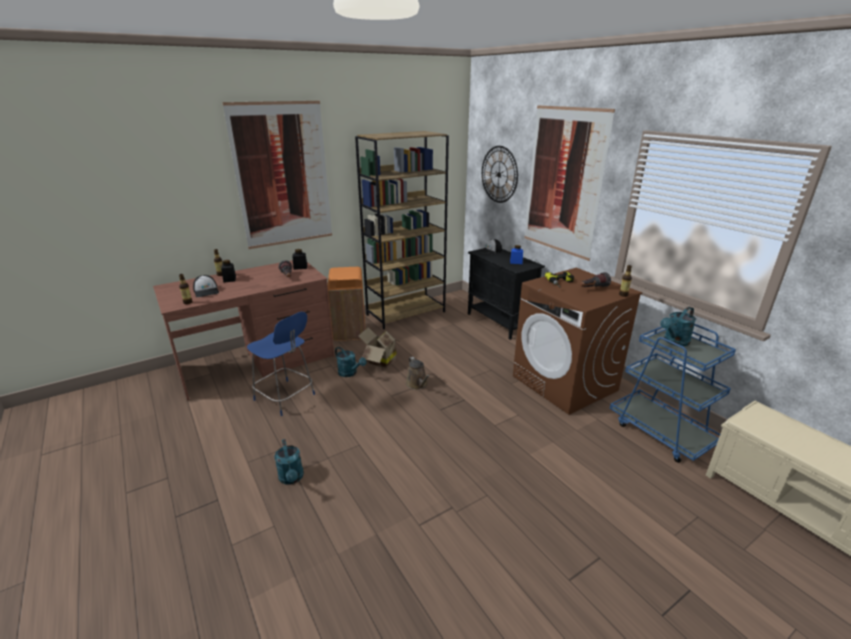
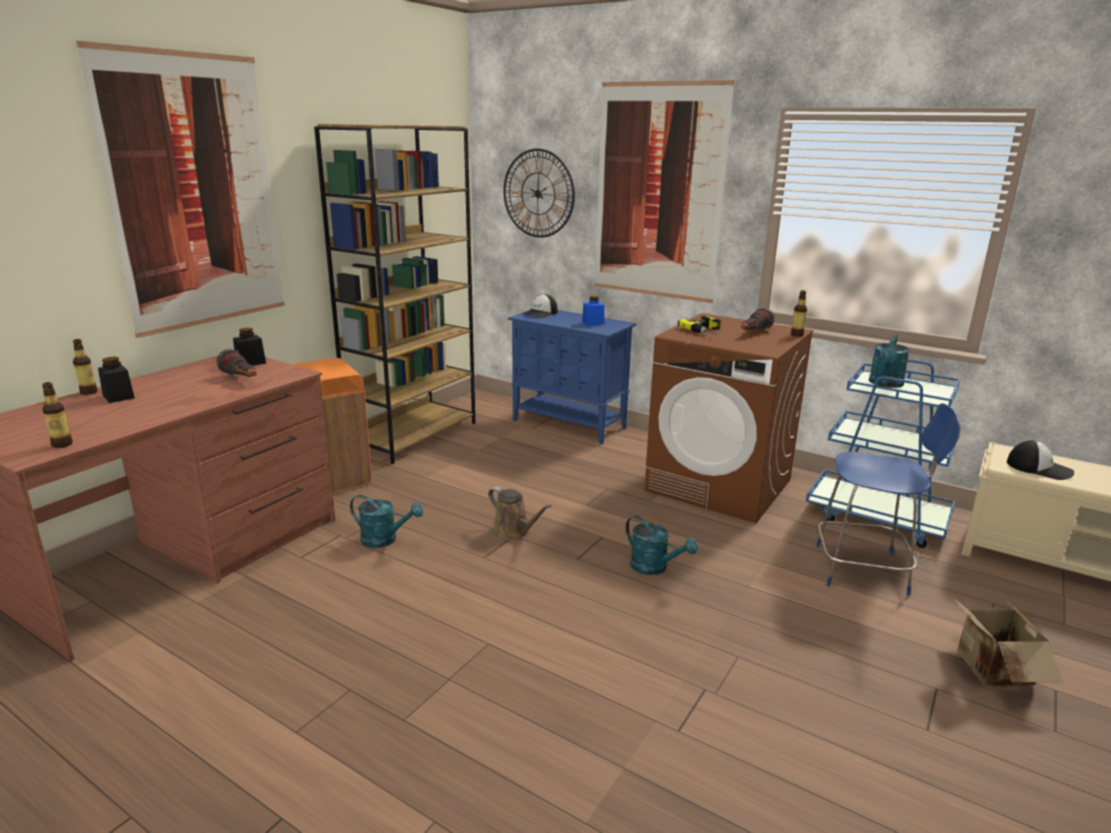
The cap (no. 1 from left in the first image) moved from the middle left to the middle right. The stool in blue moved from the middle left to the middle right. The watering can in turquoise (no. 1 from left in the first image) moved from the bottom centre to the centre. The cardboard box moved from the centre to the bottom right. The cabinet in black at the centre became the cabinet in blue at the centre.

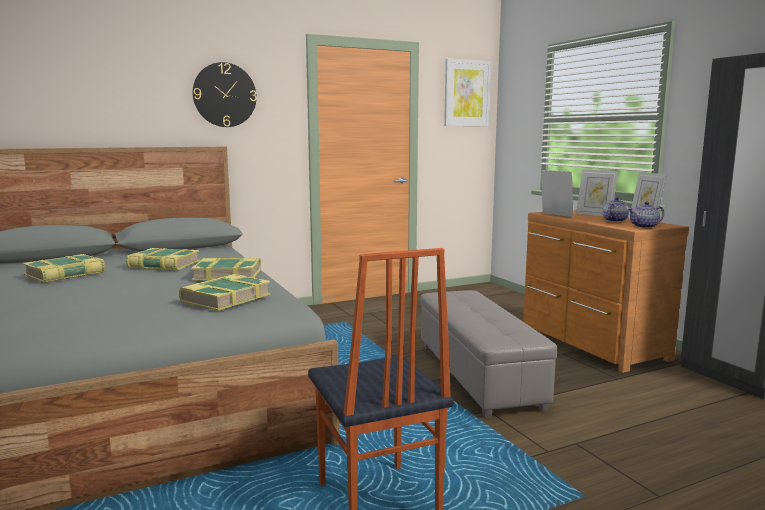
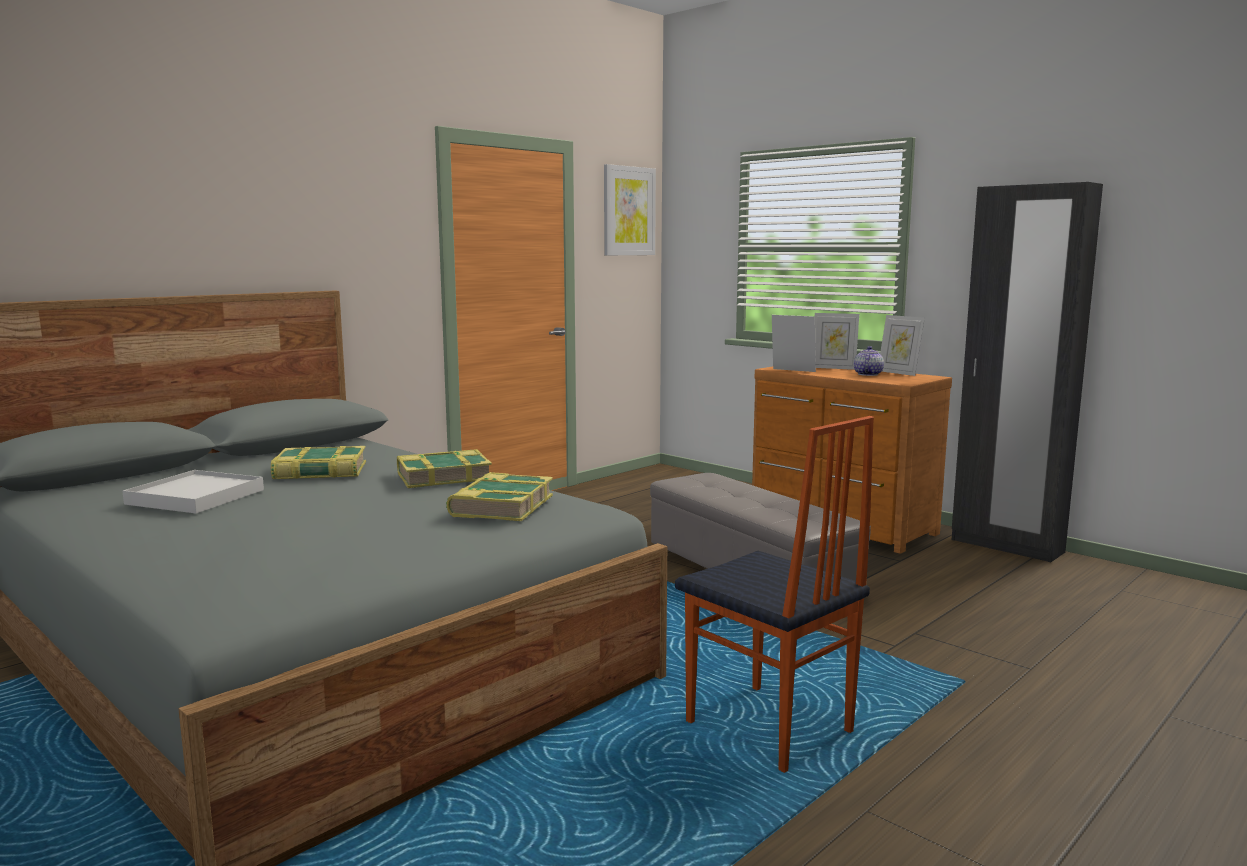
The book (no. 1 from left) at the middle left was replaced by the tray in white at the middle left. The wall clock at the top left disappeared. The teapot (no. 2 from left) at the middle right disappeared.

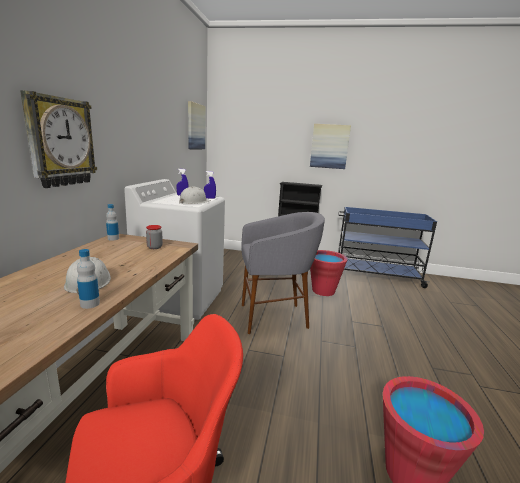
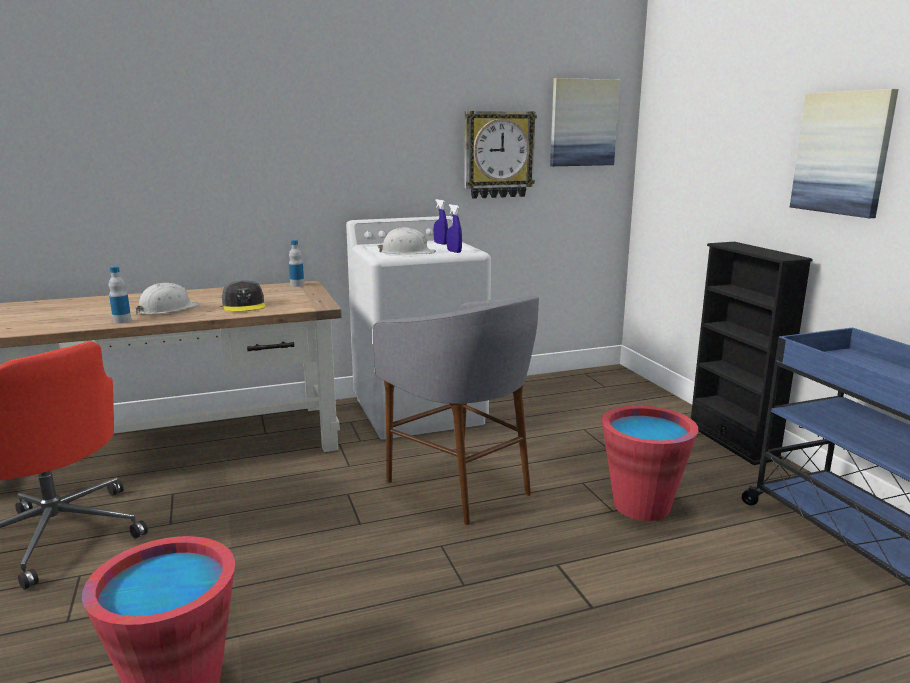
The wall clock moved from the top left to the top centre. The jar at the middle left disappeared. The cap in grey at the middle left appeared.

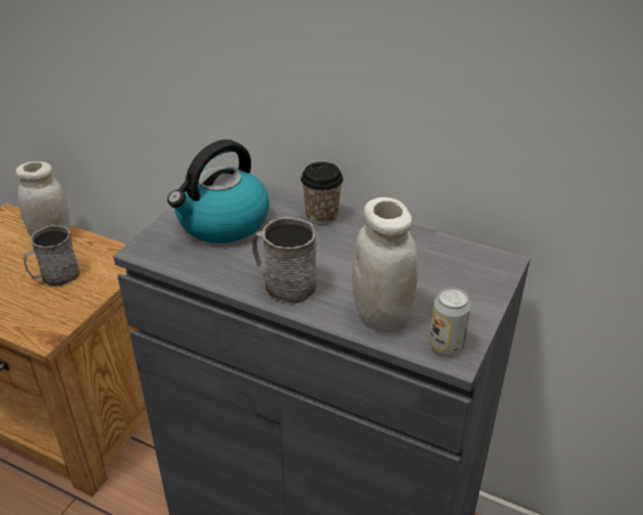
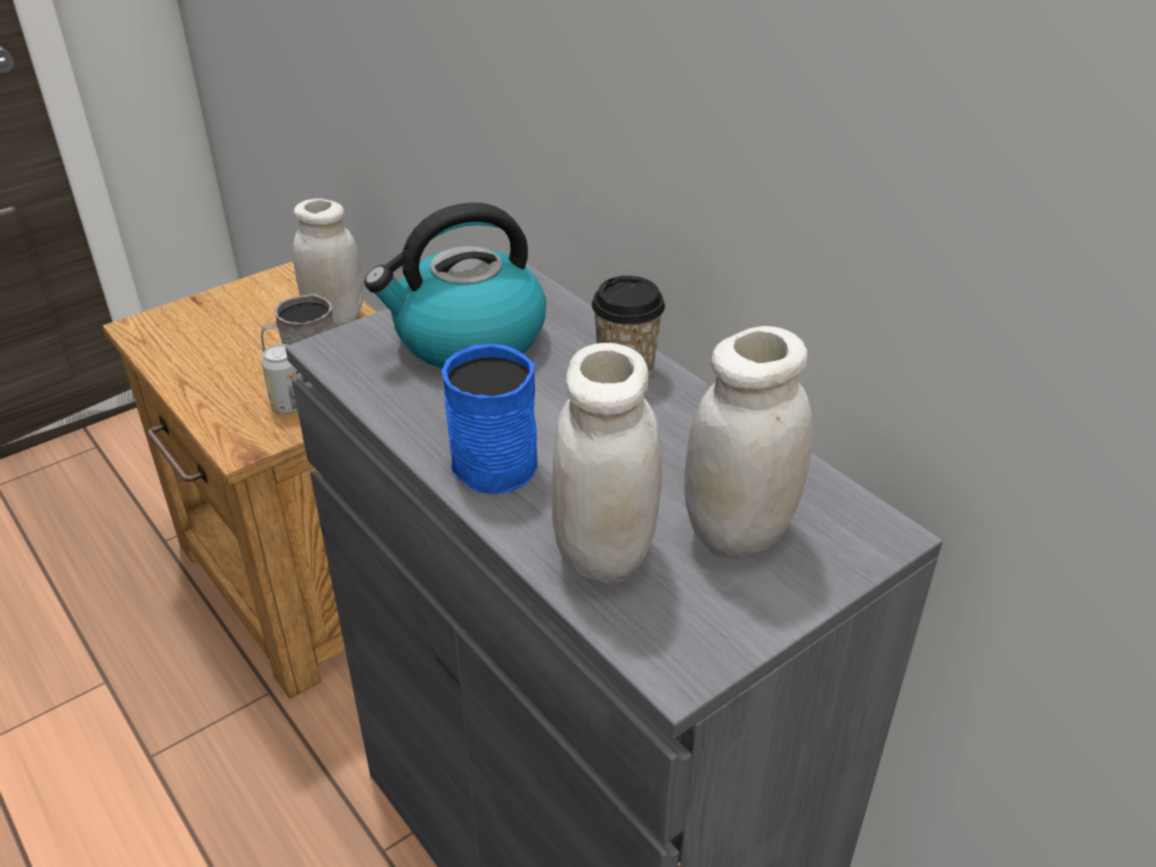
The mug in grey (no. 2 from left) at the centre became the mug in blue at the centre. The can moved from the middle right to the middle left. The jar in white (no. 3 from left) at the centre appeared.

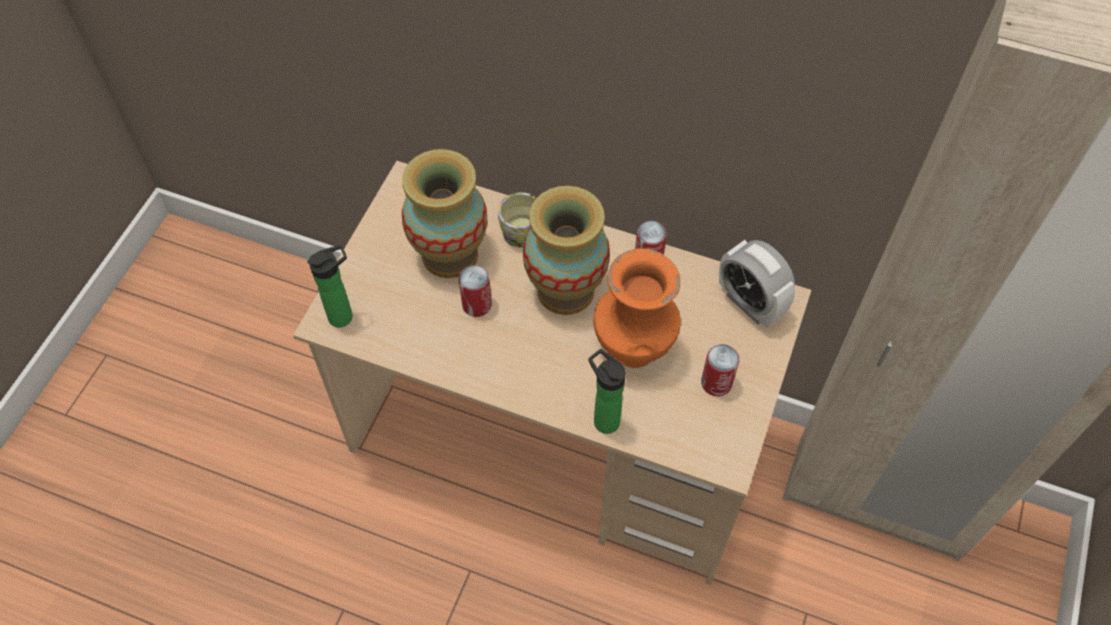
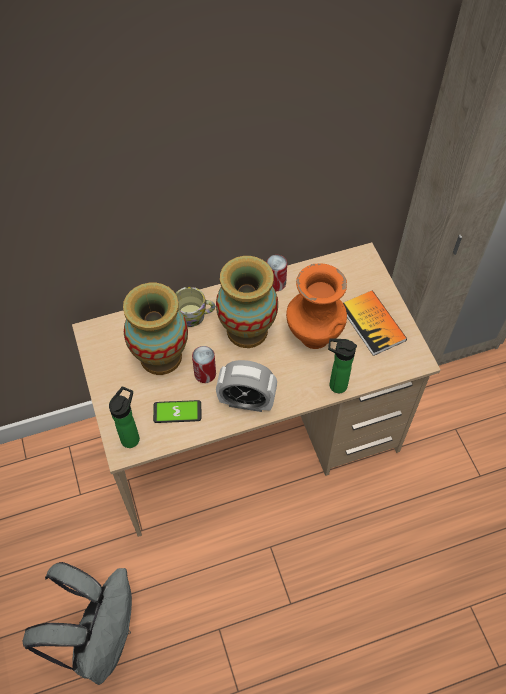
The can (no. 3 from left) at the centre was replaced by the book at the middle right. The alarm clock moved from the middle right to the centre. The backpack in grey at the bottom left appeared. The phone at the centre appeared.

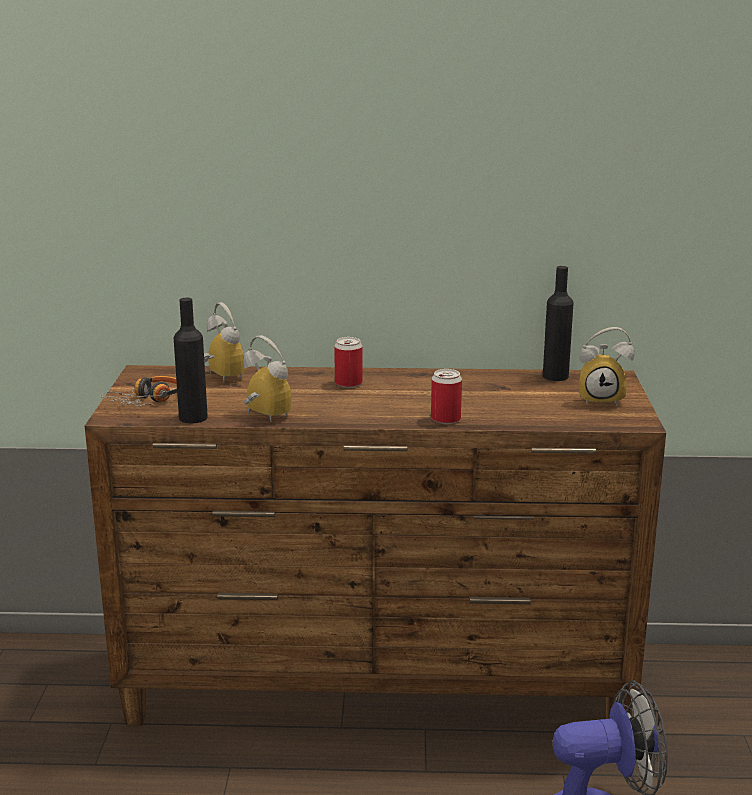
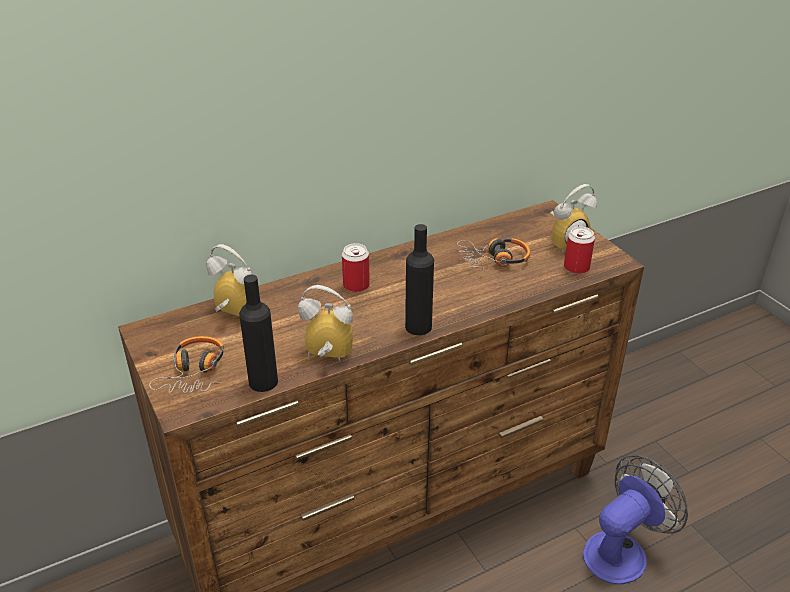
The can (no. 2 from left) moved from the centre to the middle right. The bottle in black (no. 2 from left) moved from the middle right to the centre. The headphones (no. 2 from left) at the centre appeared.

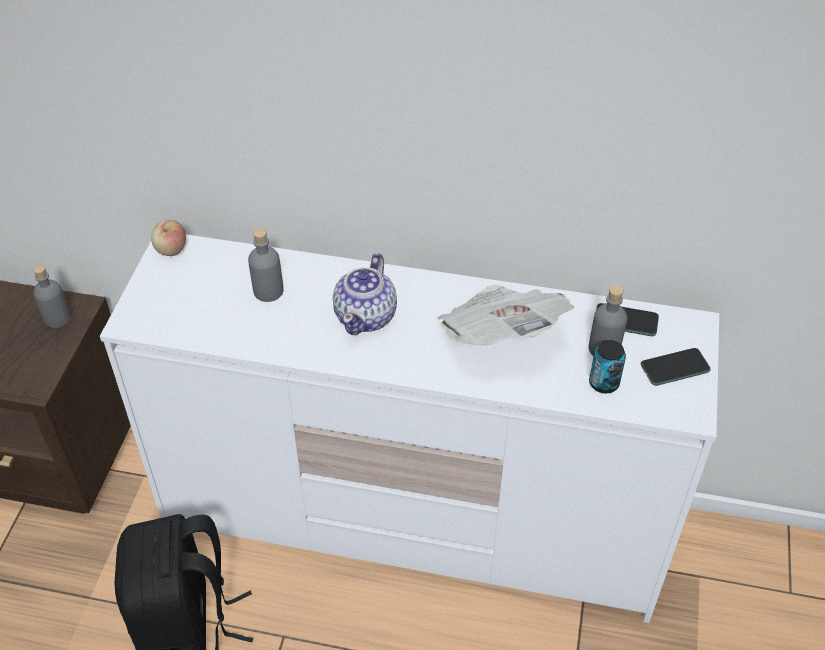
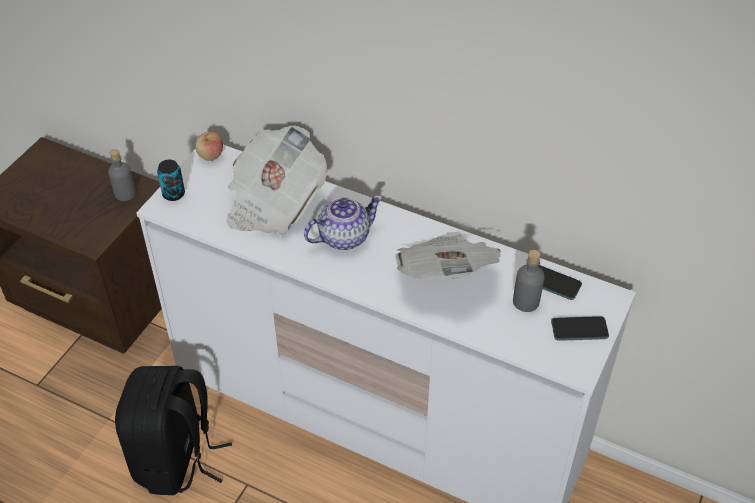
The bottle in grey (no. 2 from left) at the middle left was replaced by the newspaper (no. 1 from left) at the centre. The teapot at the centre turned 150 degrees counterclockwise. The can moved from the middle right to the middle left.

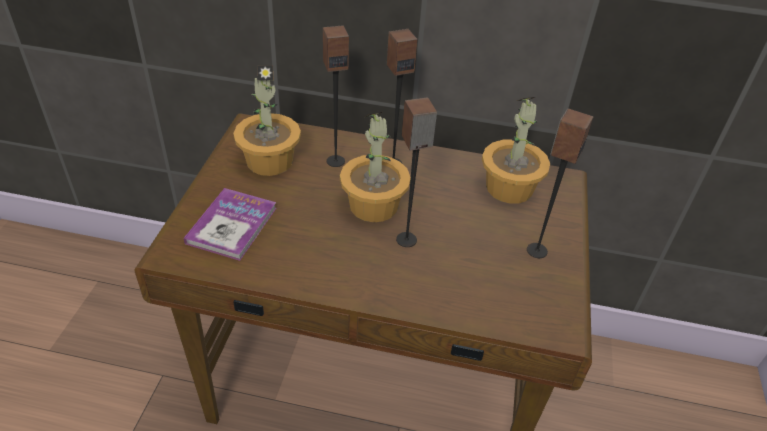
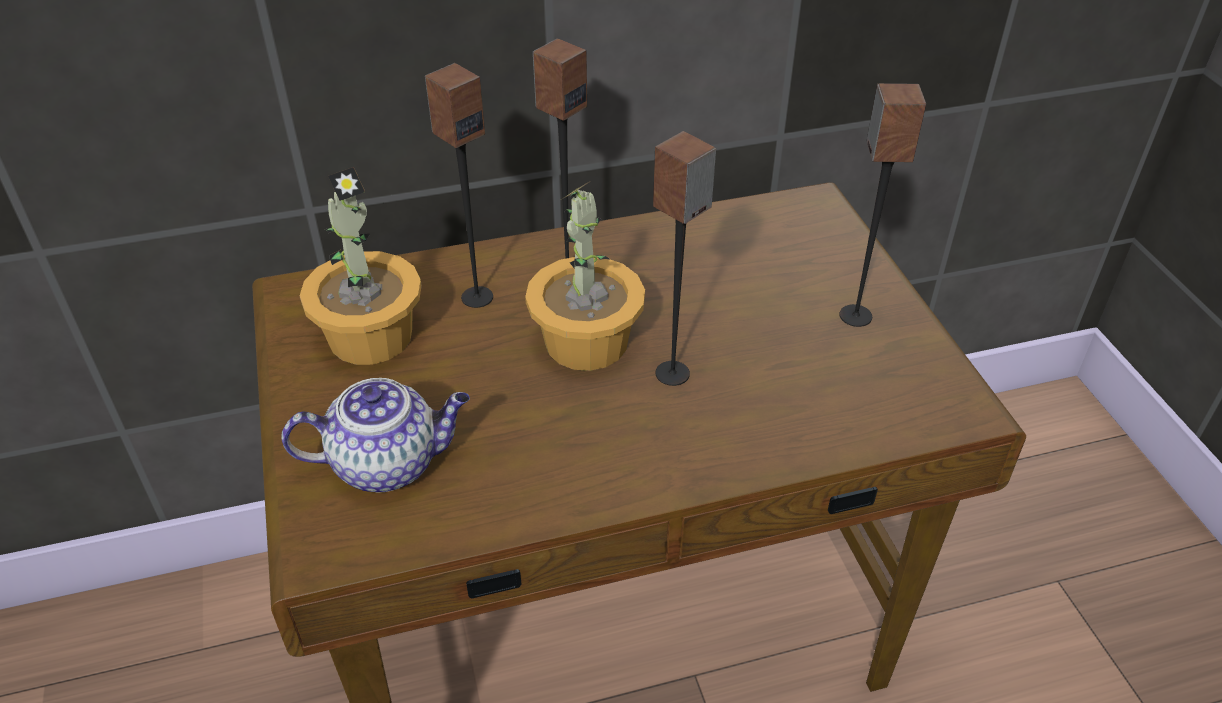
The book at the middle left was replaced by the teapot at the middle left. The potted plant (no. 3 from left) at the middle right disappeared.

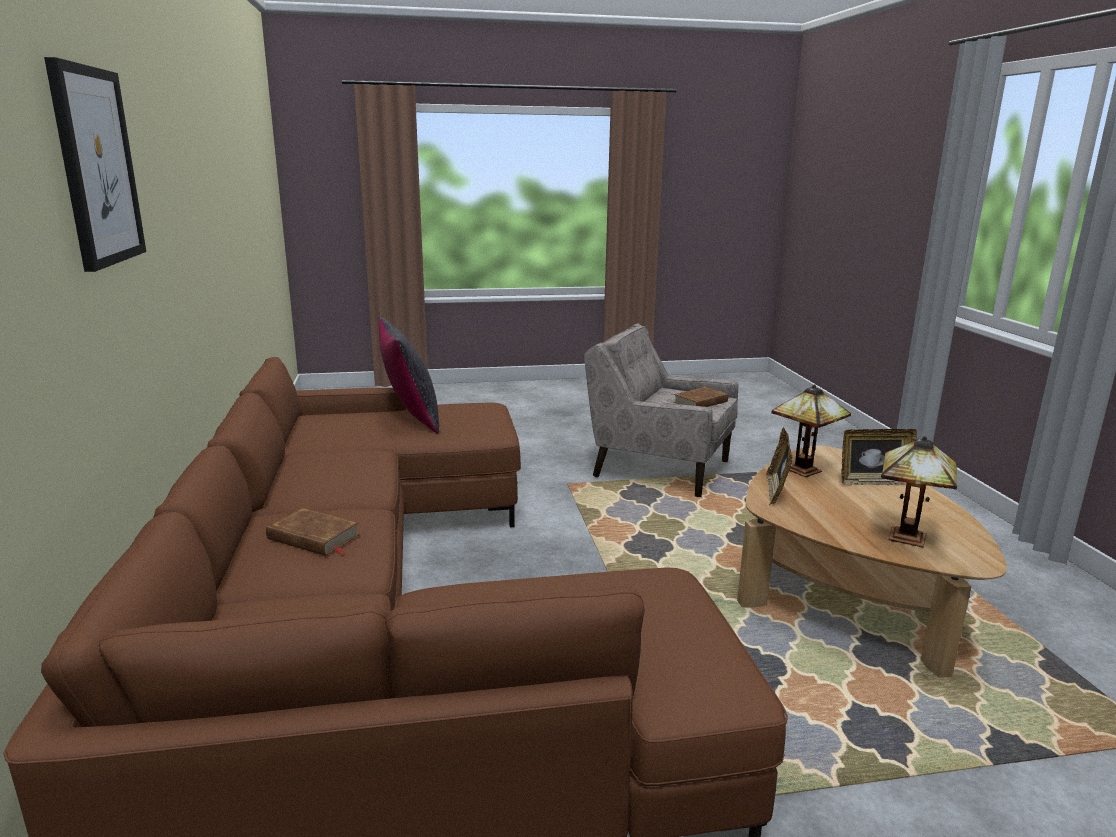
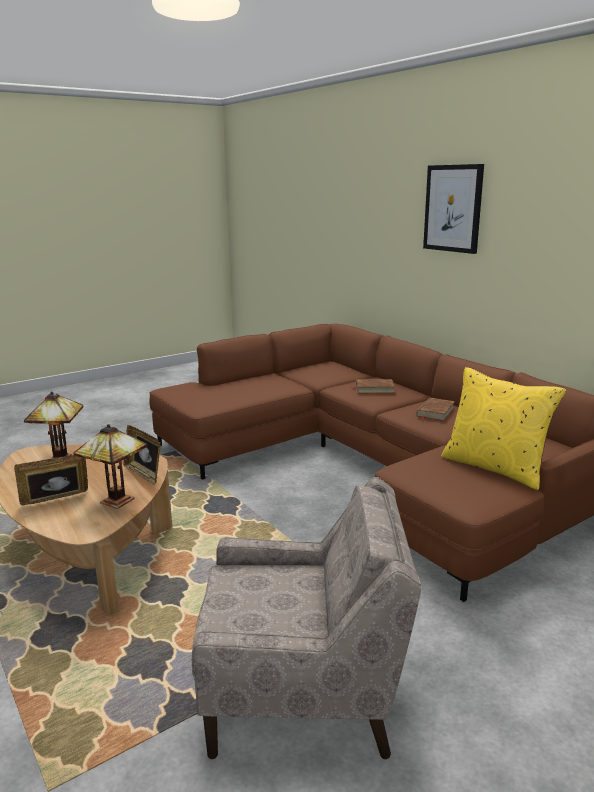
The pillow in black at the centre became the pillow in yellow at the middle right. The book in brown (no. 2 from left) moved from the centre to the middle right. The picture frame (no. 1 from left in the first image) at the middle right turned 150 degrees clockwise.

